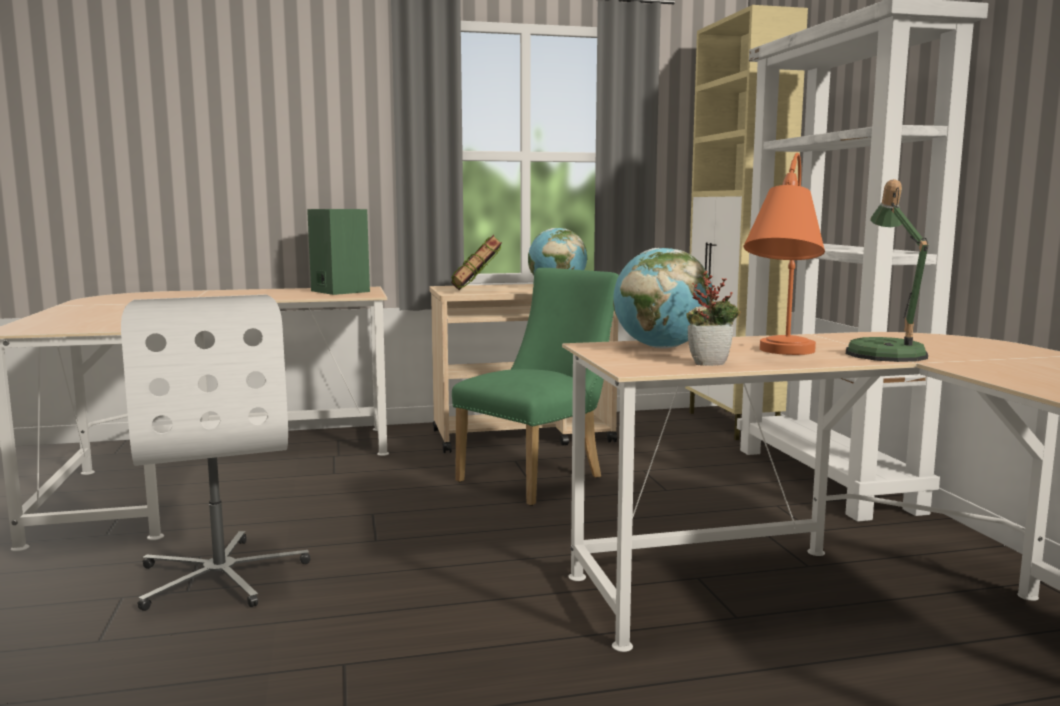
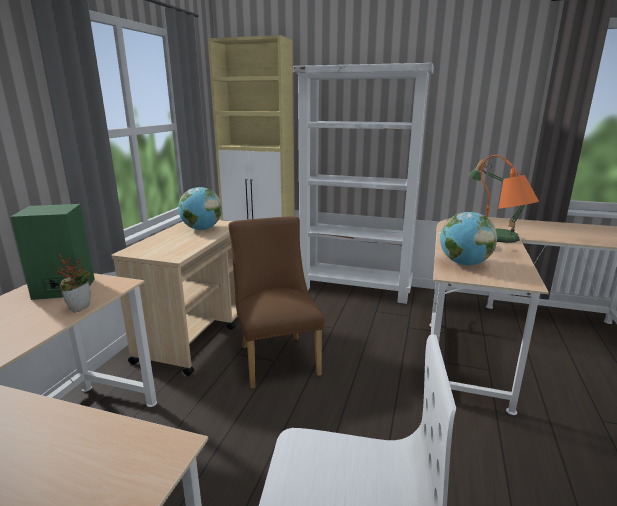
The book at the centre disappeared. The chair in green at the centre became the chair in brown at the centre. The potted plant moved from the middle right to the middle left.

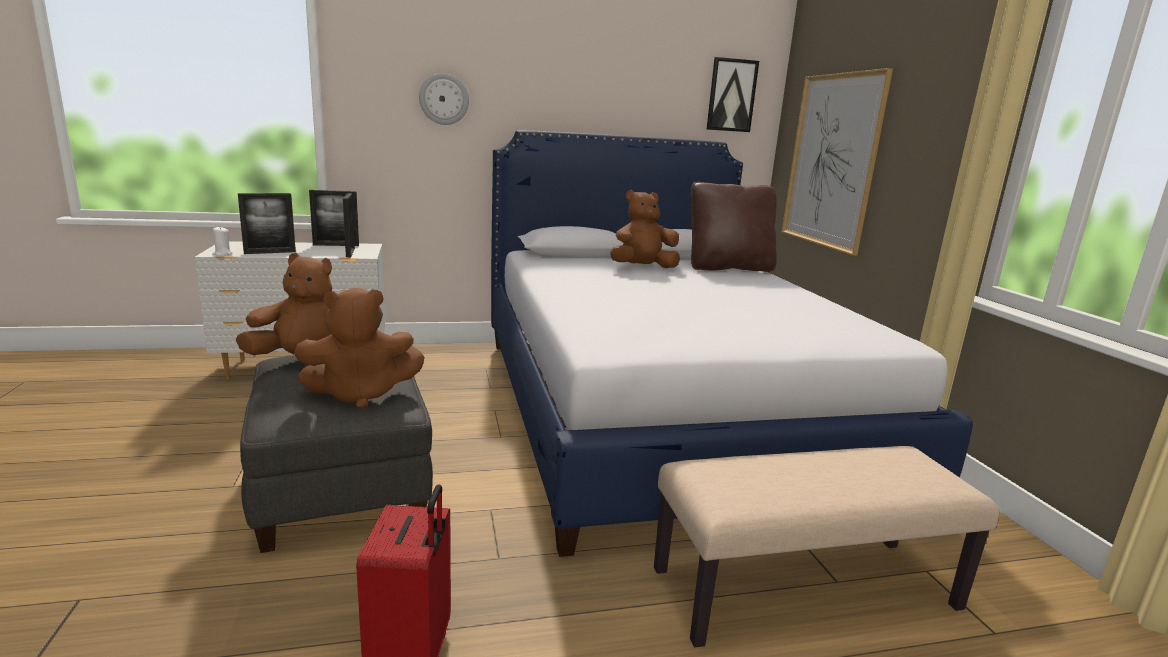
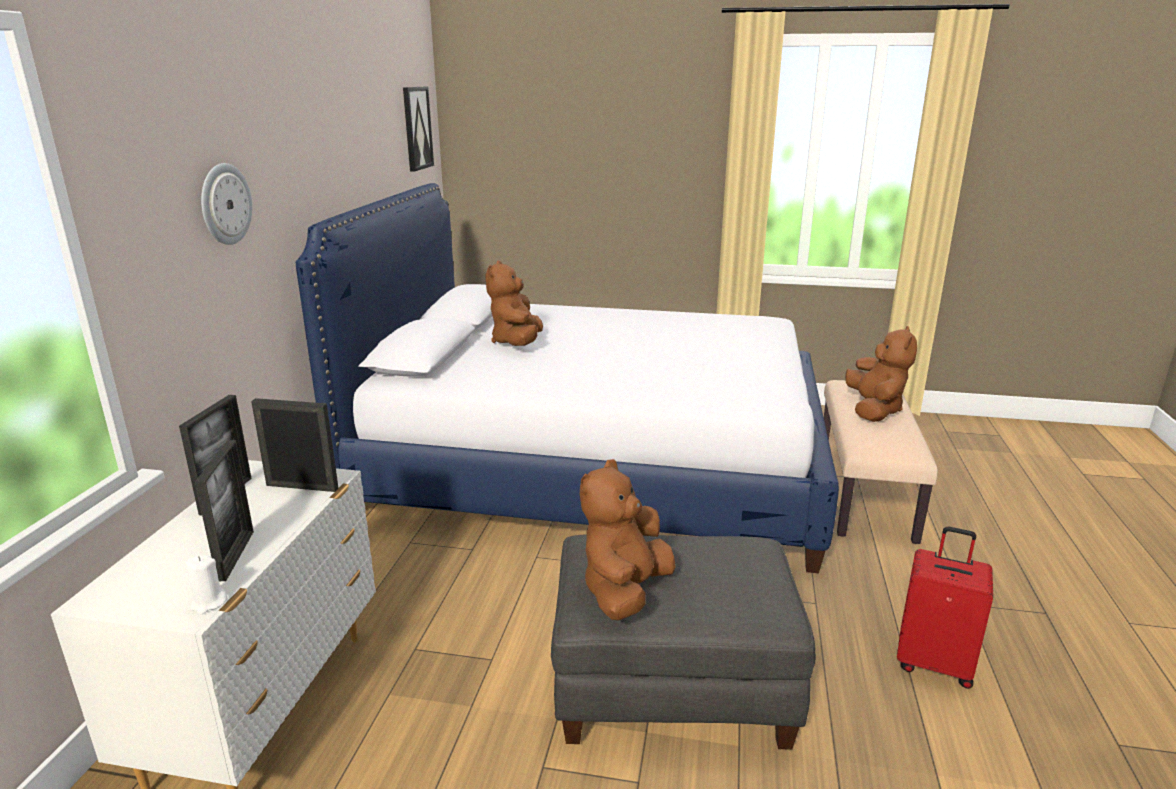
The plush toy in brown (no. 2 from left in the first image) moved from the middle left to the middle right. The pillow in brown at the centre disappeared. The picture (no. 2 from left) at the top right disappeared.

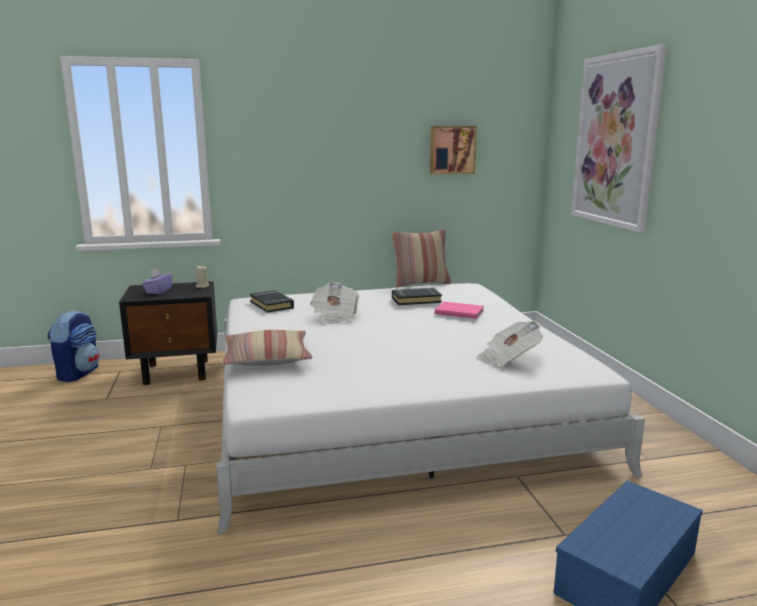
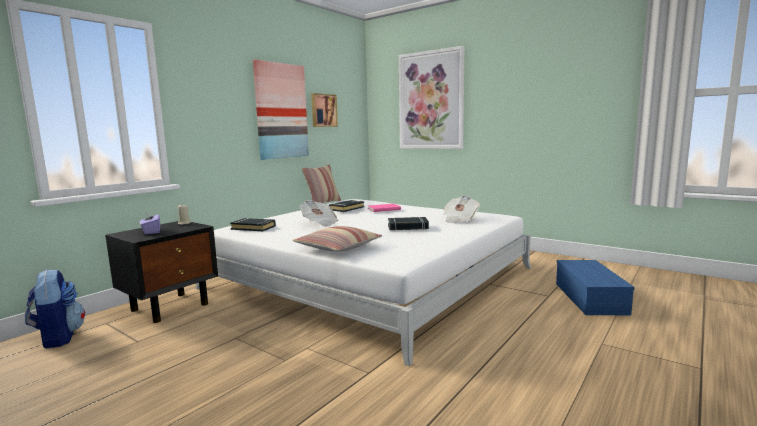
The picture (no. 1 from left) at the top centre appeared. The book in black (no. 3 from left) at the centre appeared.

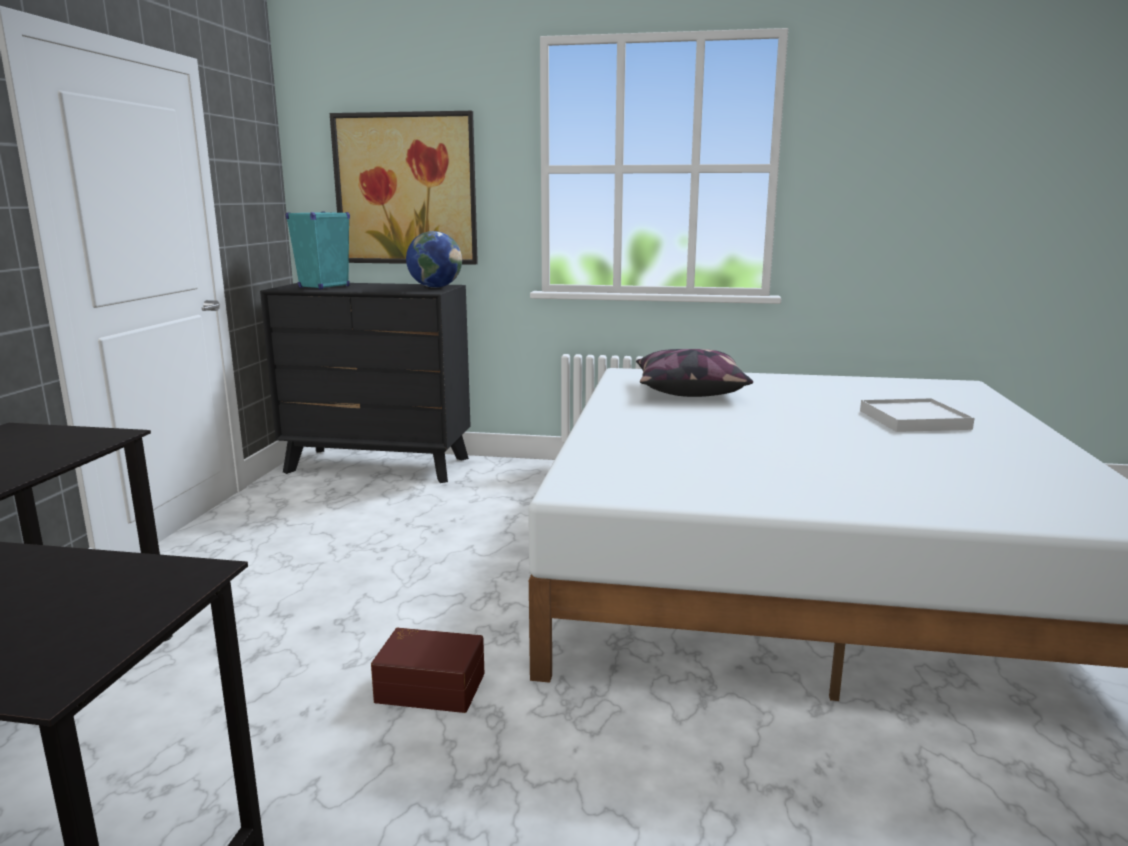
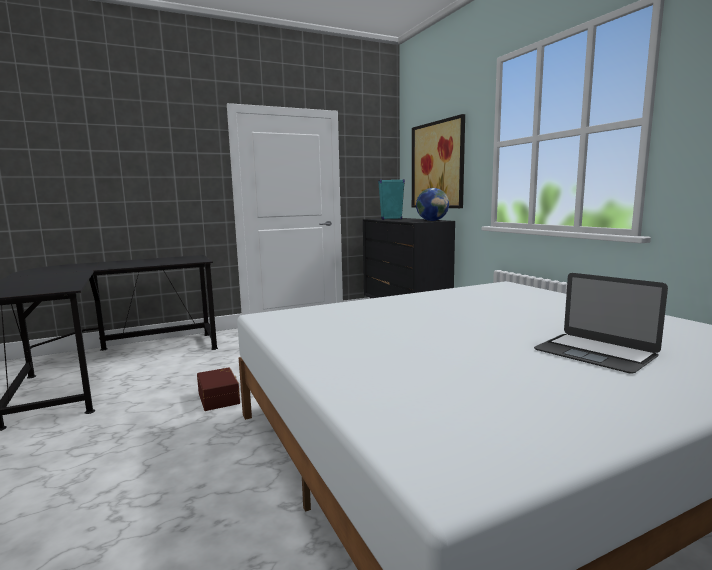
The pillow at the centre disappeared. The tray in white at the middle right was replaced by the laptop at the middle right.

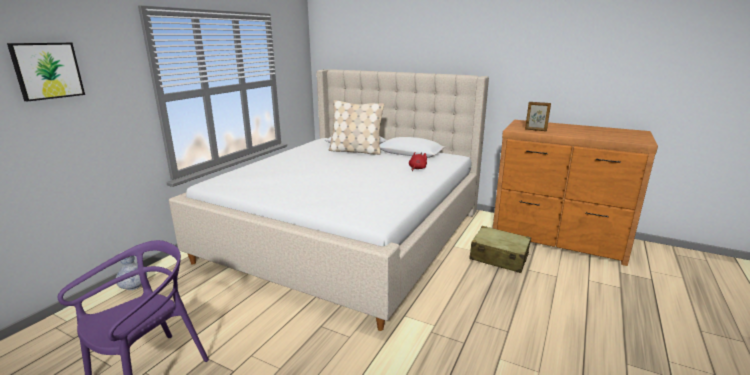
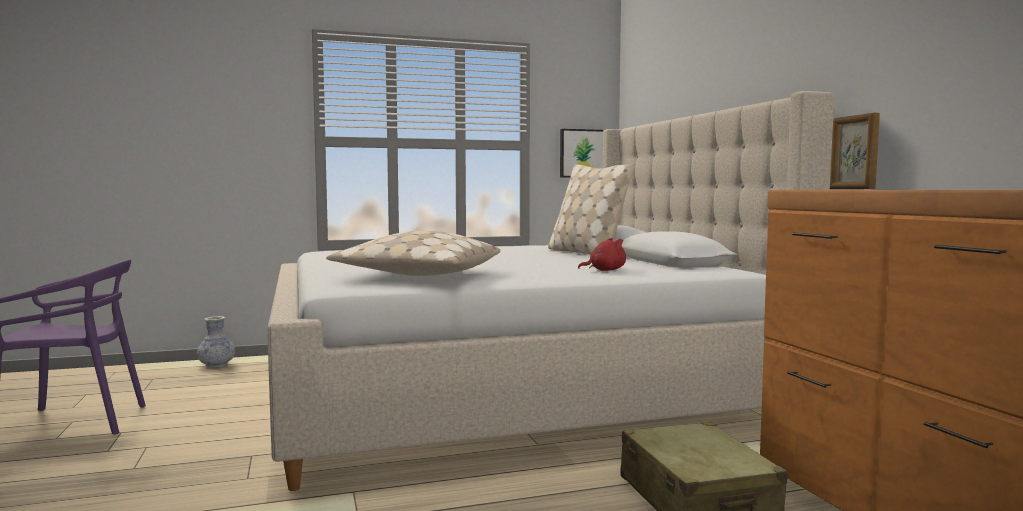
The picture moved from the top left to the top centre. The pillow in beige (no. 1 from left) at the centre appeared.

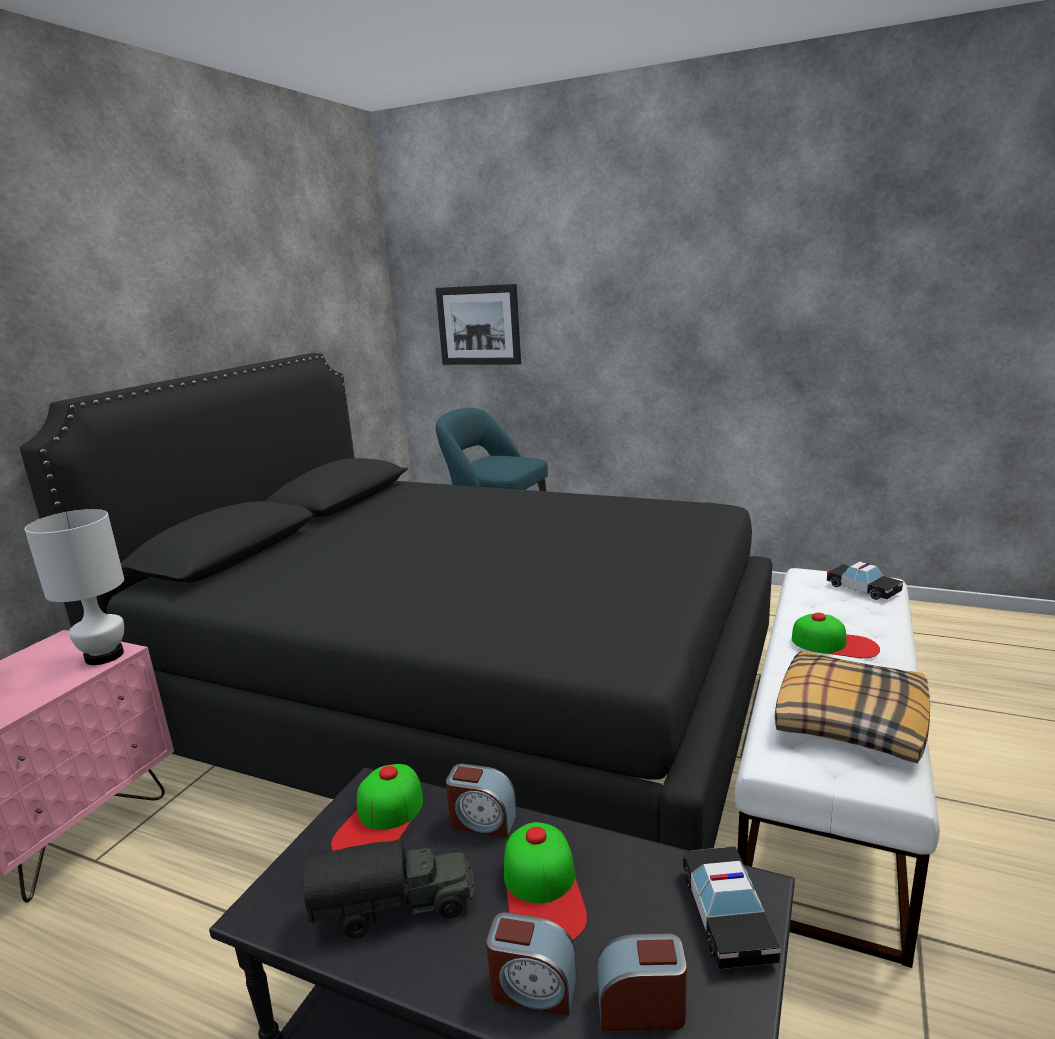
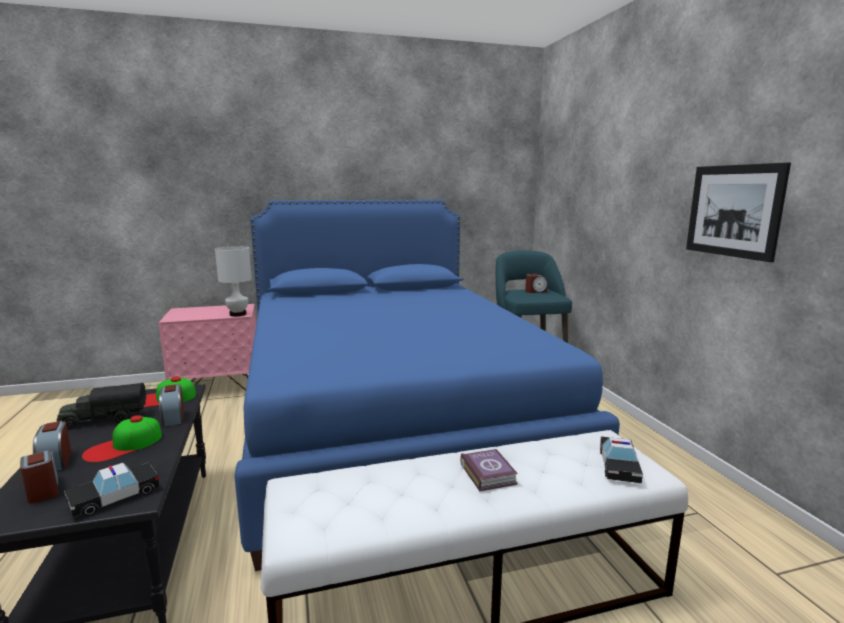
The bed in black at the centre became the bed in blue at the centre. The toy truck at the bottom centre turned 120 degrees clockwise. The picture moved from the top centre to the middle right. The pillow at the bottom right disappeared. The cap (no. 3 from left) at the middle right was replaced by the book at the bottom centre. The alarm clock (no. 4 from left) at the centre appeared.

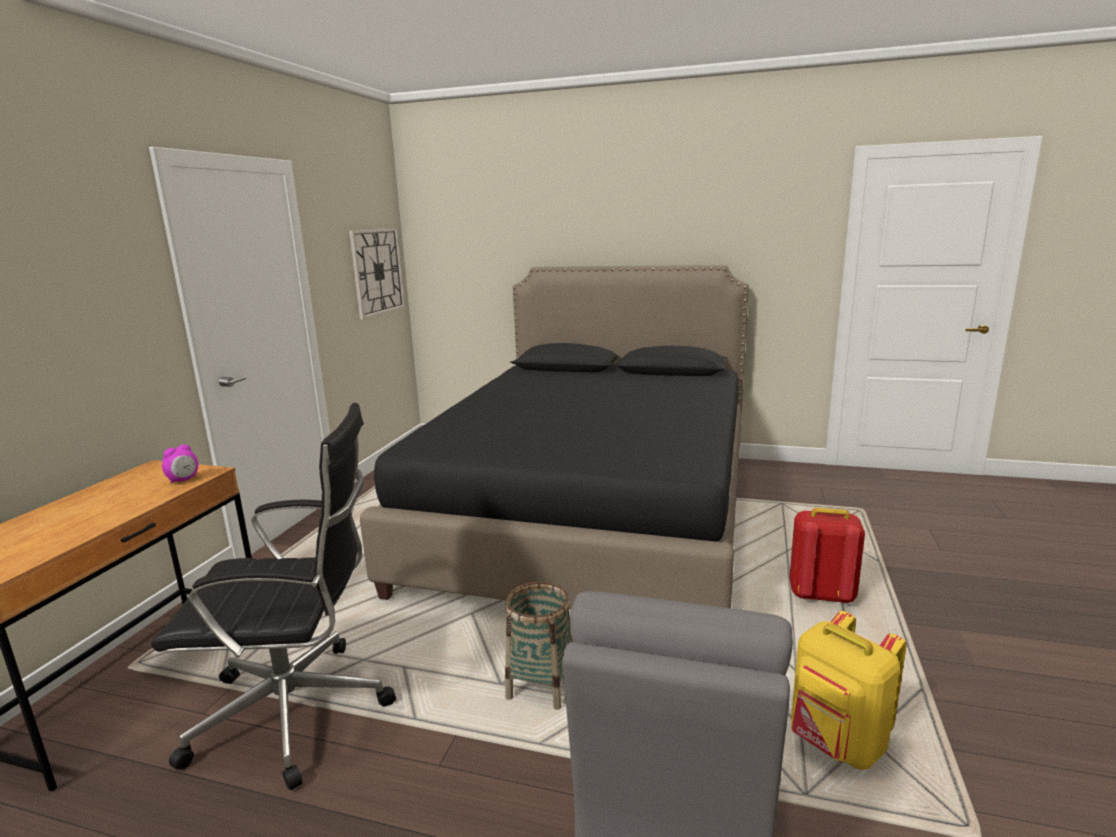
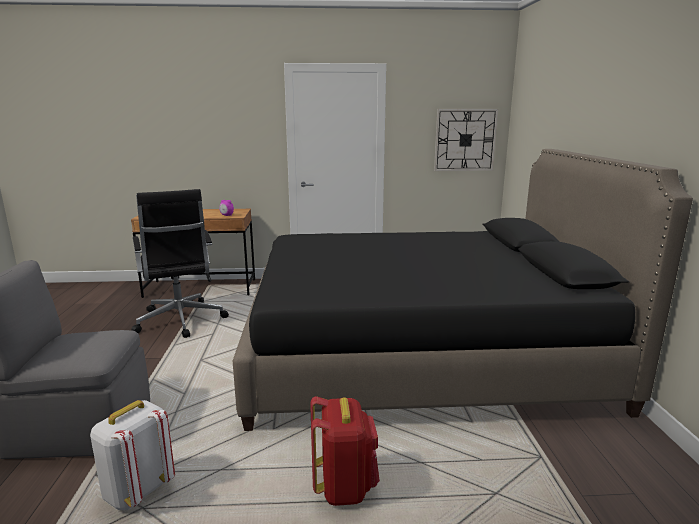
The basket at the bottom centre disappeared. The backpack in yellow at the bottom right became the backpack in white at the bottom left.

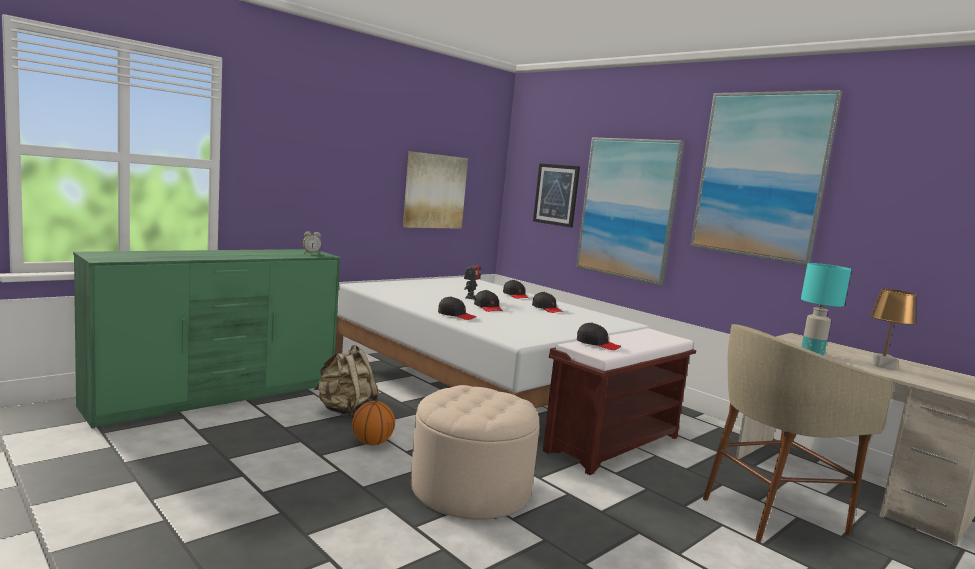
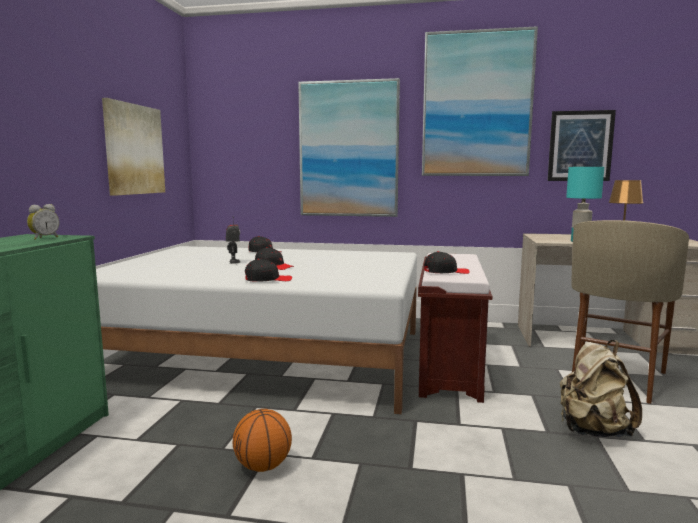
The backpack in beige moved from the bottom centre to the bottom right. The ottoman in beige at the bottom centre disappeared. The cap in black (no. 4 from left) at the centre disappeared. The picture (no. 2 from left in the first image) moved from the centre to the top right.

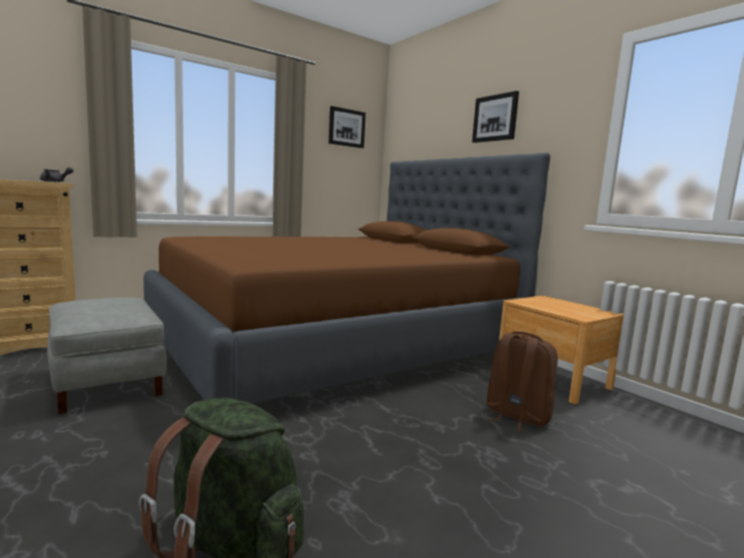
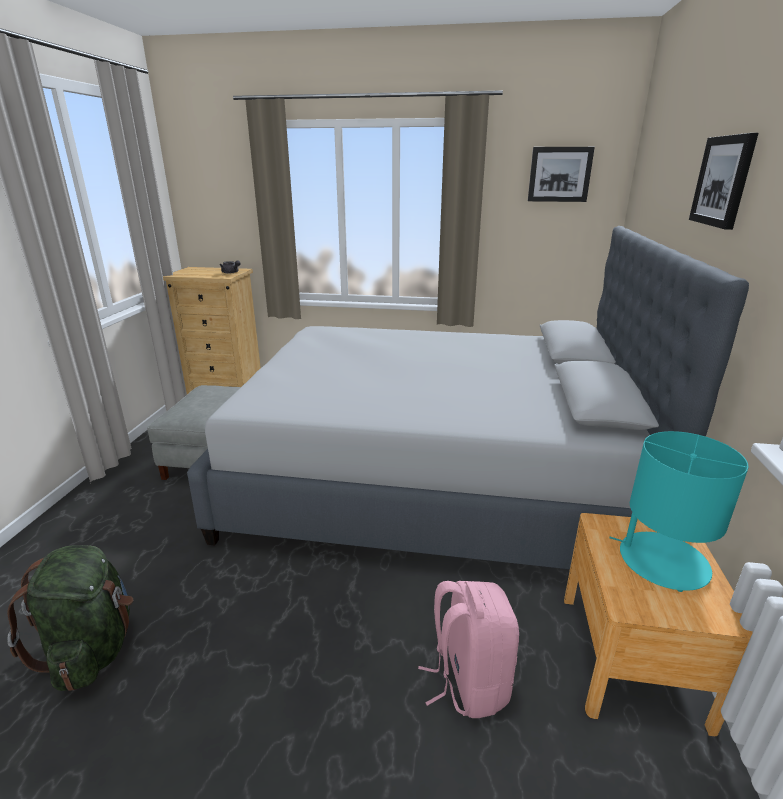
The bed in brown at the centre became the bed in grey at the centre. The backpack in brown at the bottom right became the backpack in pink at the bottom centre. The table lamp in turquoise at the middle right appeared.

